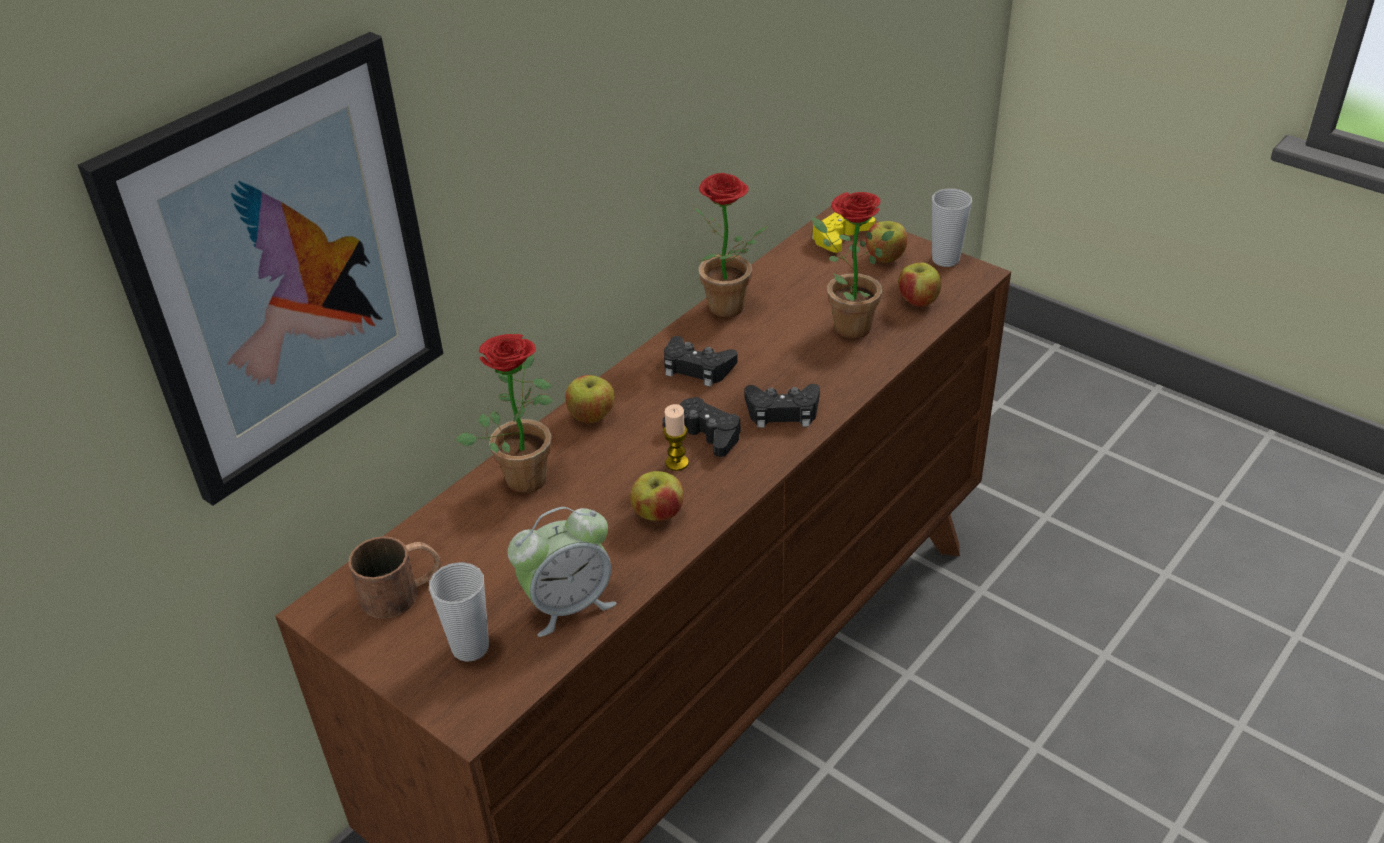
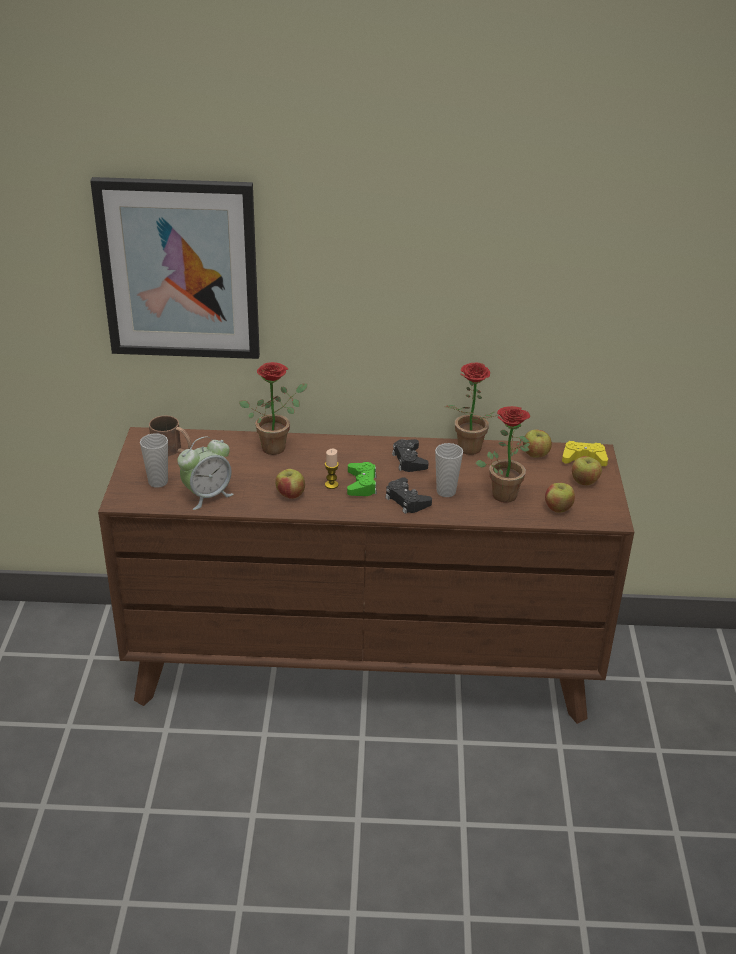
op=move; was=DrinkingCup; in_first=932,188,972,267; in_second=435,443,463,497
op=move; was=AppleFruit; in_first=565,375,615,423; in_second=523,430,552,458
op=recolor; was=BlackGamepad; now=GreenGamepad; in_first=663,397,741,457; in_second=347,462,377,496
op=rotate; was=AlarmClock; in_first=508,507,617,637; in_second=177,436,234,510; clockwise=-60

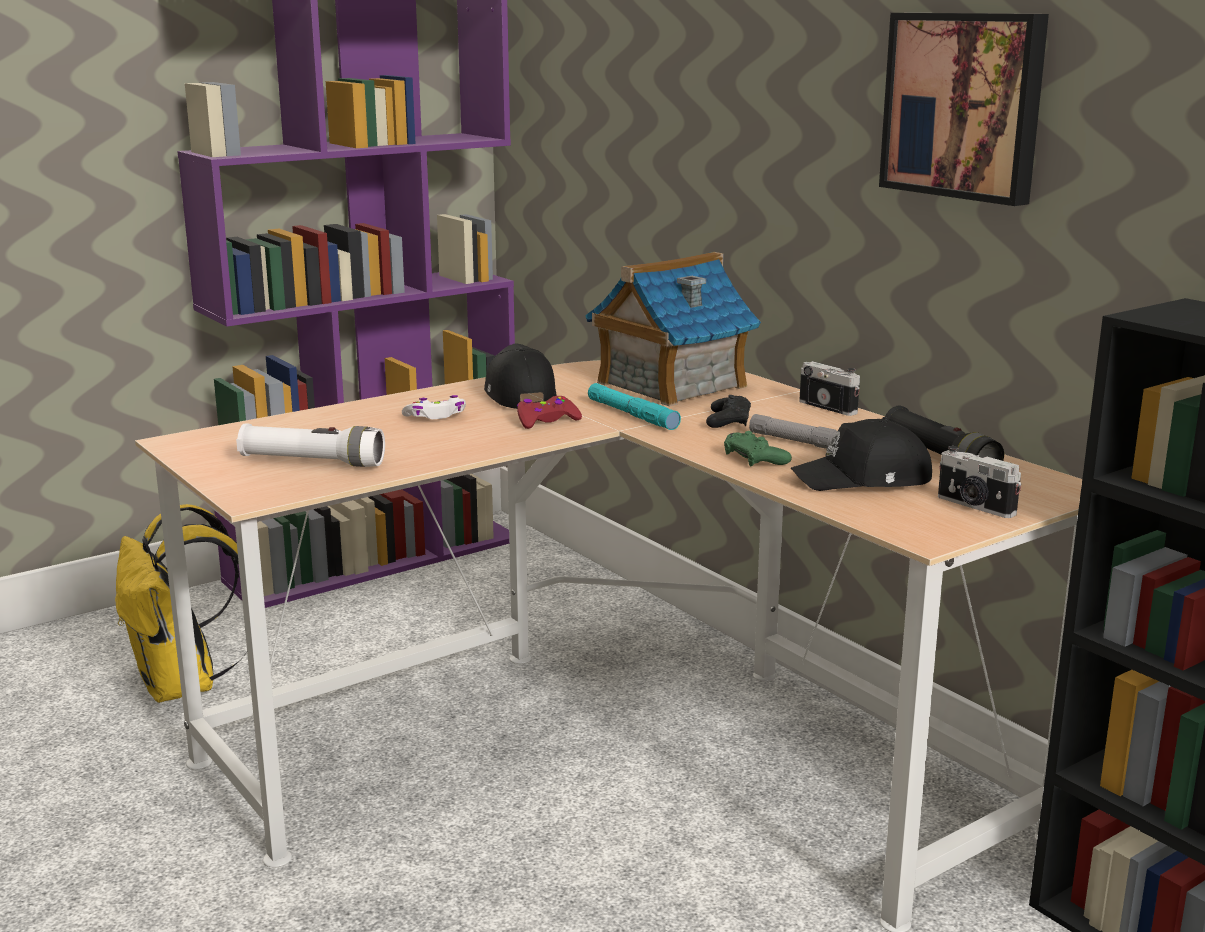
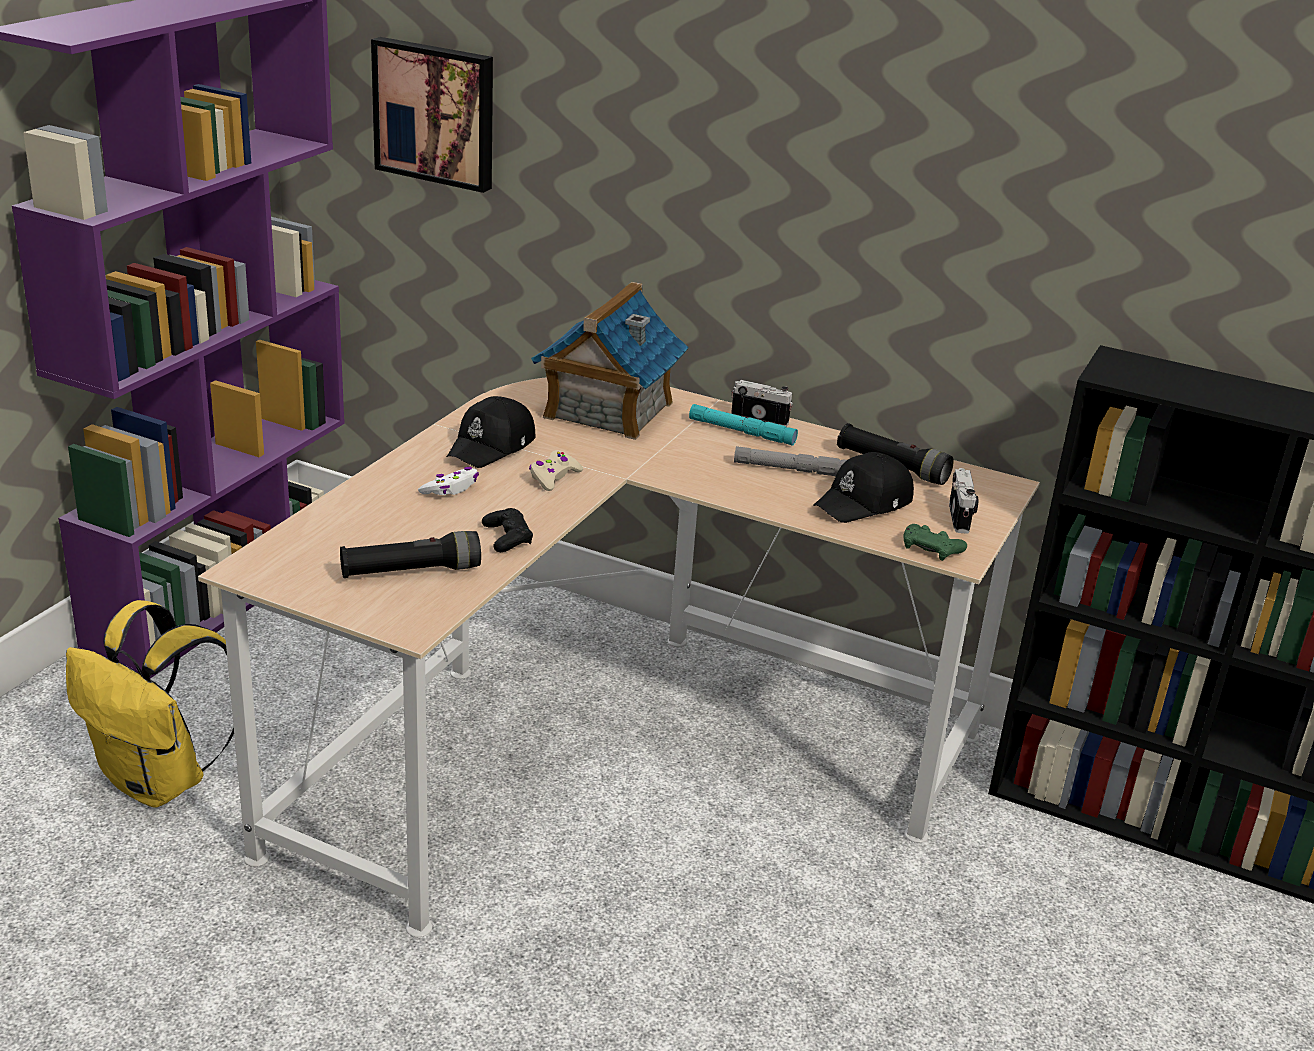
op=move; was=Picture; in_first=879,13,1049,206; in_second=371,37,493,193
op=rotate; was=BlackBaseballCap; in_first=484,343,557,409; in_second=447,396,535,468; clockwise=-105
op=move; was=TurquoiseTorch; in_first=588,383,681,430; in_second=689,404,798,446
op=move; was=BlackGamepad; in_first=706,395,751,428; in_second=482,508,533,552
op=recolor; was=ReddishGamepad; now=BeigeColouredGamepad; in_first=517,396,582,429; in_second=529,450,583,491
op=recolor; was=WhitishTorch; now=BlackTorch; in_first=236,423,385,467; in_second=340,531,481,578
op=move; was=GreenGamepad; in_first=724,431,792,466; in_second=903,524,967,561
op=rotate; was=StillCamera; in_first=938,446,1021,518; in_second=949,468,978,534; clockwise=-105

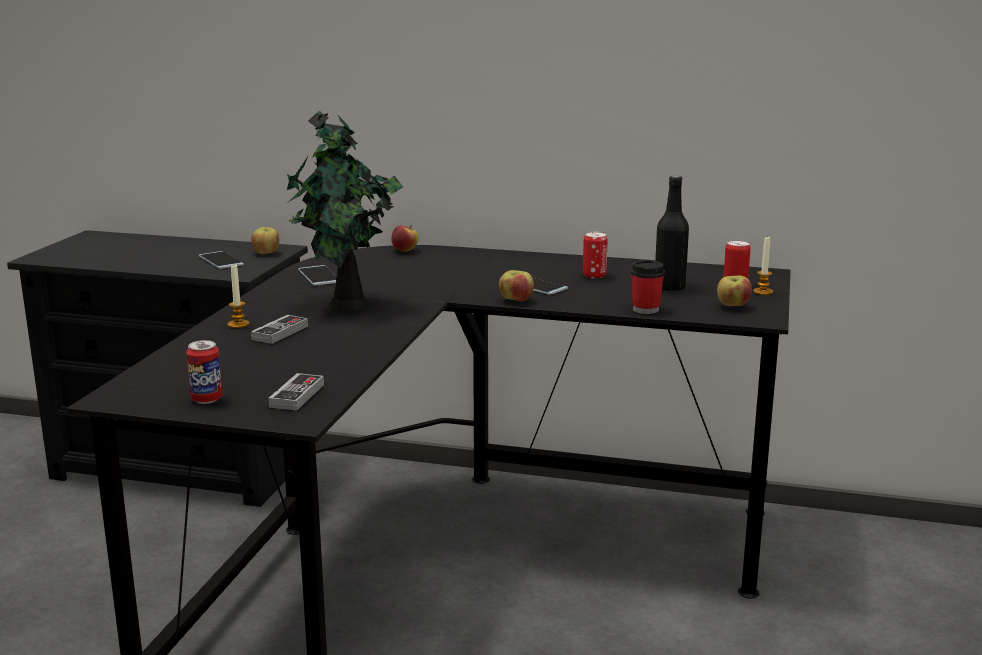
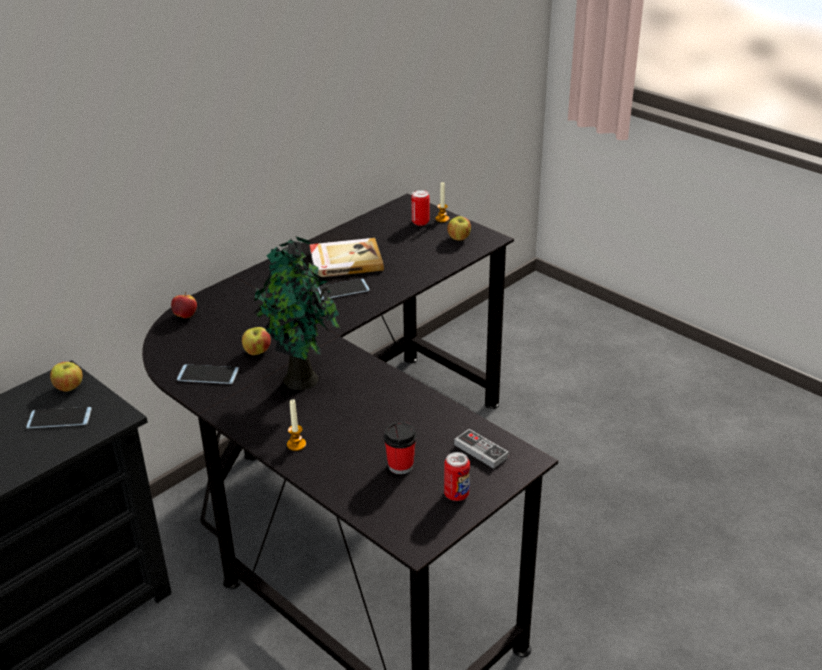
op=delete; was=BlackBottle; in_first=655,175,689,291
op=replace; was=Can; now=Book; in_first=583,232,608,279; in_second=309,238,384,277
op=move; was=DrinkingCup; in_first=631,260,665,314; in_second=384,422,417,474
op=move; was=AppleFruit; in_first=499,270,534,302; in_second=242,327,271,355
op=delete; was=Gamepad; in_first=251,315,308,344

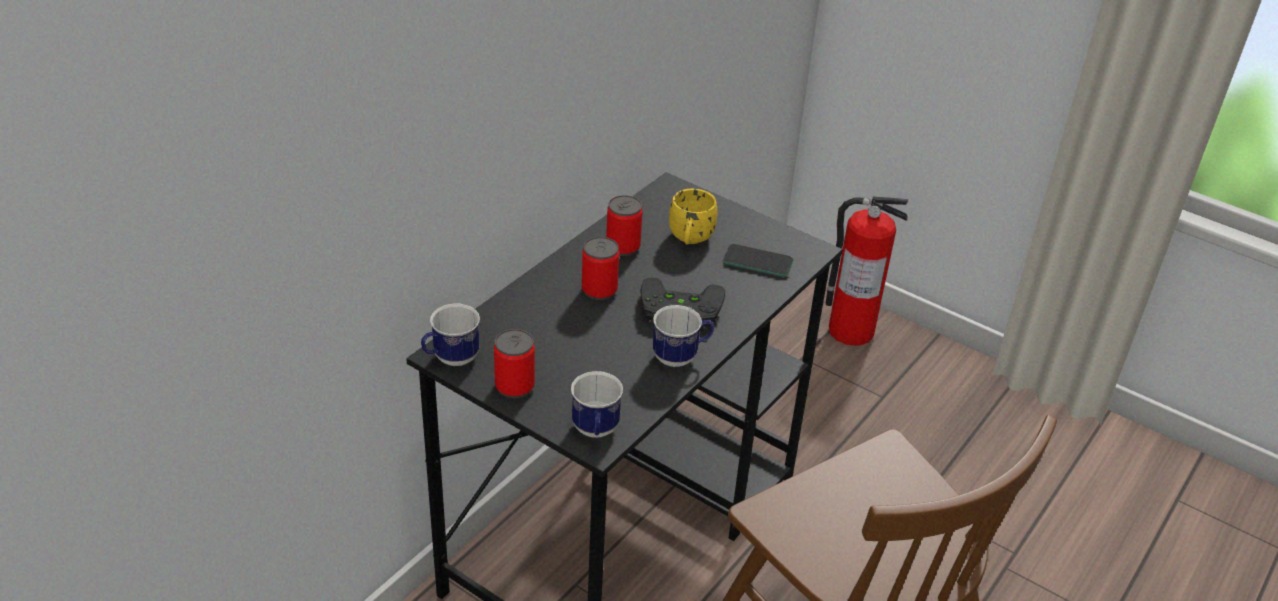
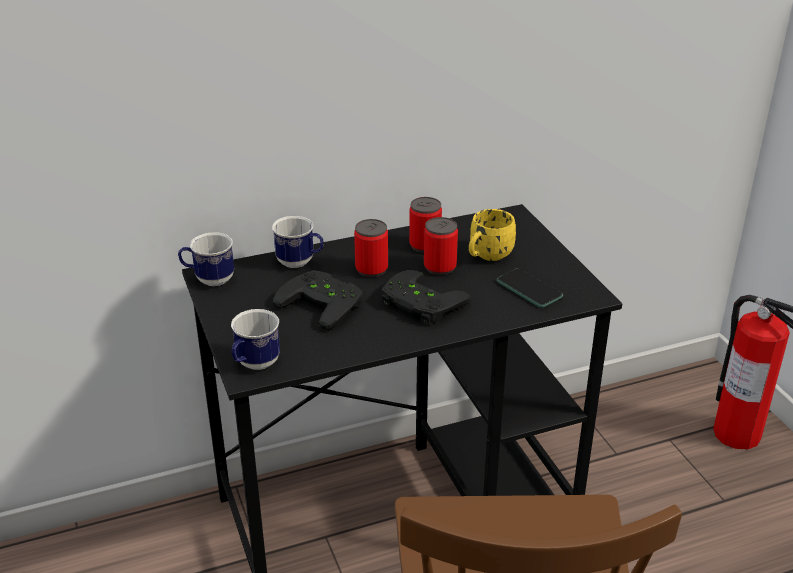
op=move; was=Mug; in_first=653,305,714,367; in_second=272,216,323,268
op=move; was=Can; in_first=494,329,535,398; in_second=424,217,458,275
op=insert; now=BlackGamepad; in_second=273,270,363,331

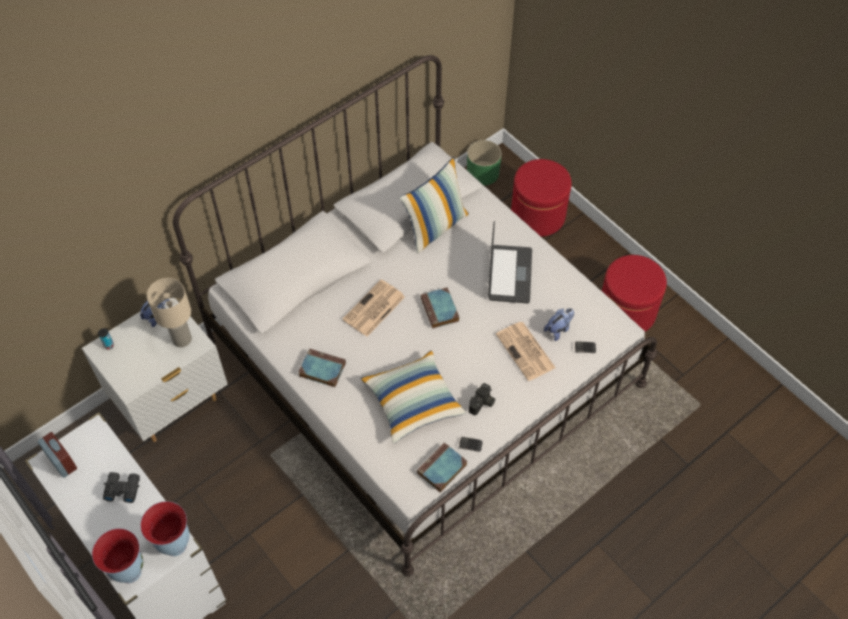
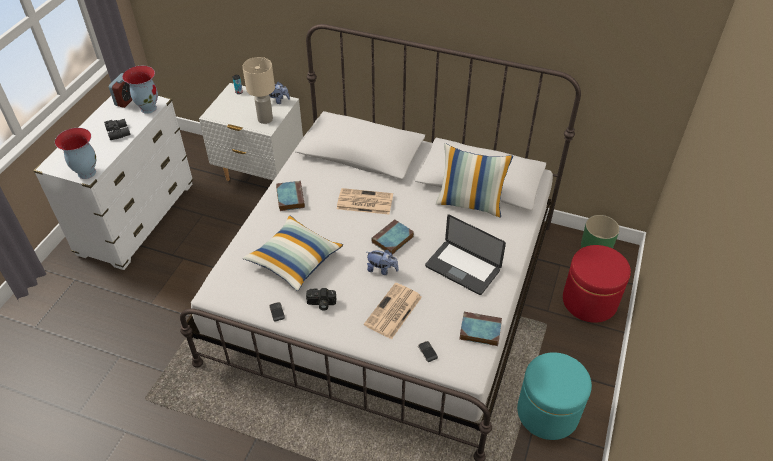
op=rotate; was=Laptop; in_first=488,221,532,303; in_second=425,215,506,295; clockwise=60
op=recolor; was=ReddishOttoman; now=TurquoiseOttoman; in_first=602,255,667,332; in_second=517,352,592,440
op=move; was=CuddlyToy; in_first=544,308,574,341; in_second=367,250,399,275
op=move; was=Book; in_first=417,442,467,492; in_second=459,312,502,346
op=move; was=DecorativeVase; in_first=92,528,143,583; in_second=122,66,158,114

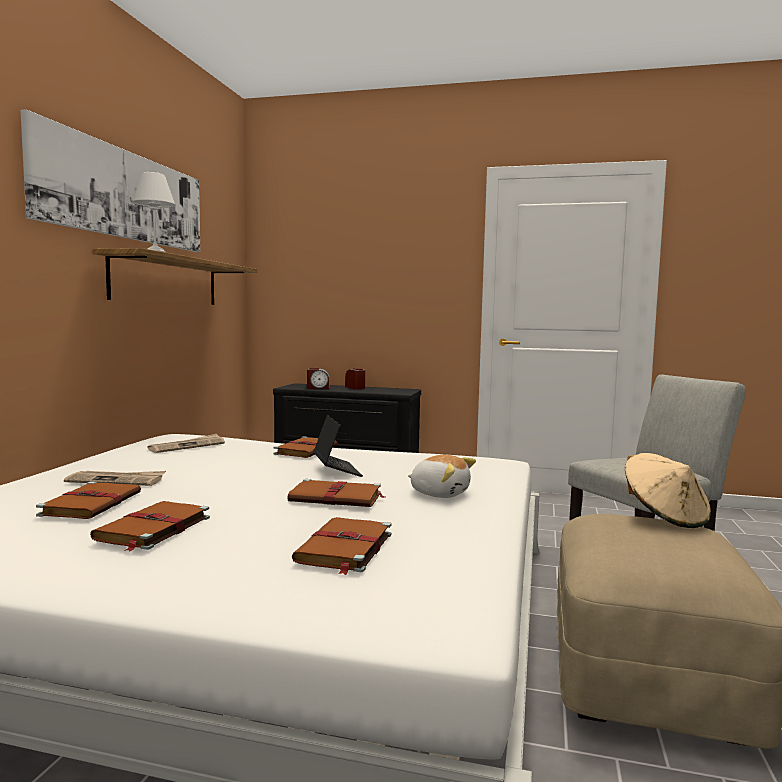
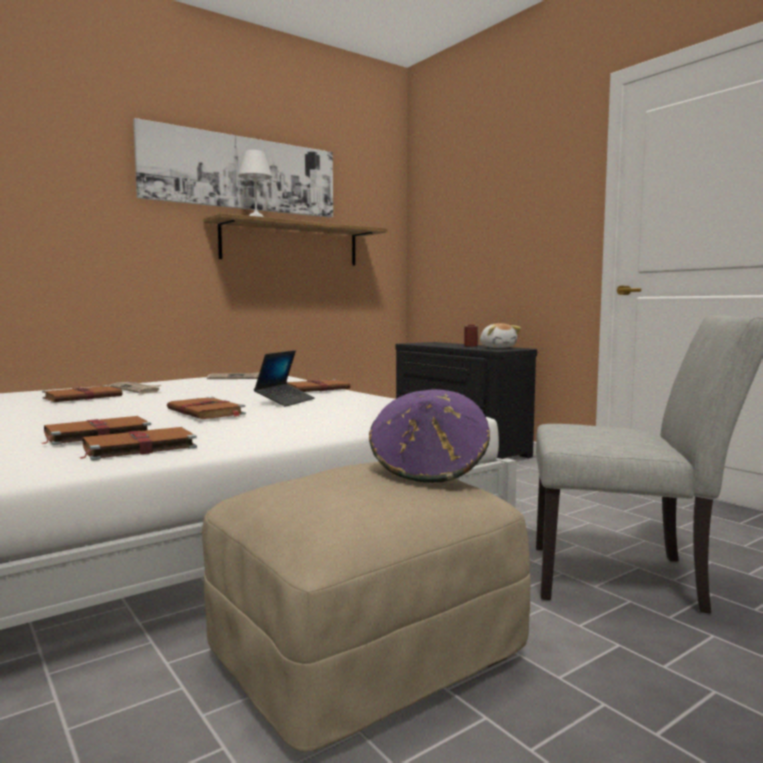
op=delete; was=AlarmClock; in_first=307,368,330,389
op=recolor; was=BeigeColouredHat; now=PurpleHat; in_first=625,453,711,528; in_second=369,389,490,483
op=move; was=CuddlyToy; in_first=408,455,476,498; in_second=480,323,521,348
op=move; was=BrownBook; in_first=90,501,210,552; in_second=78,427,197,460

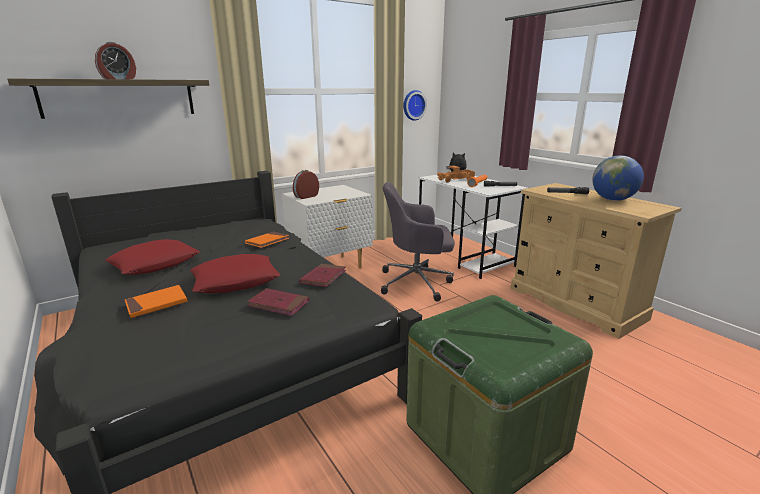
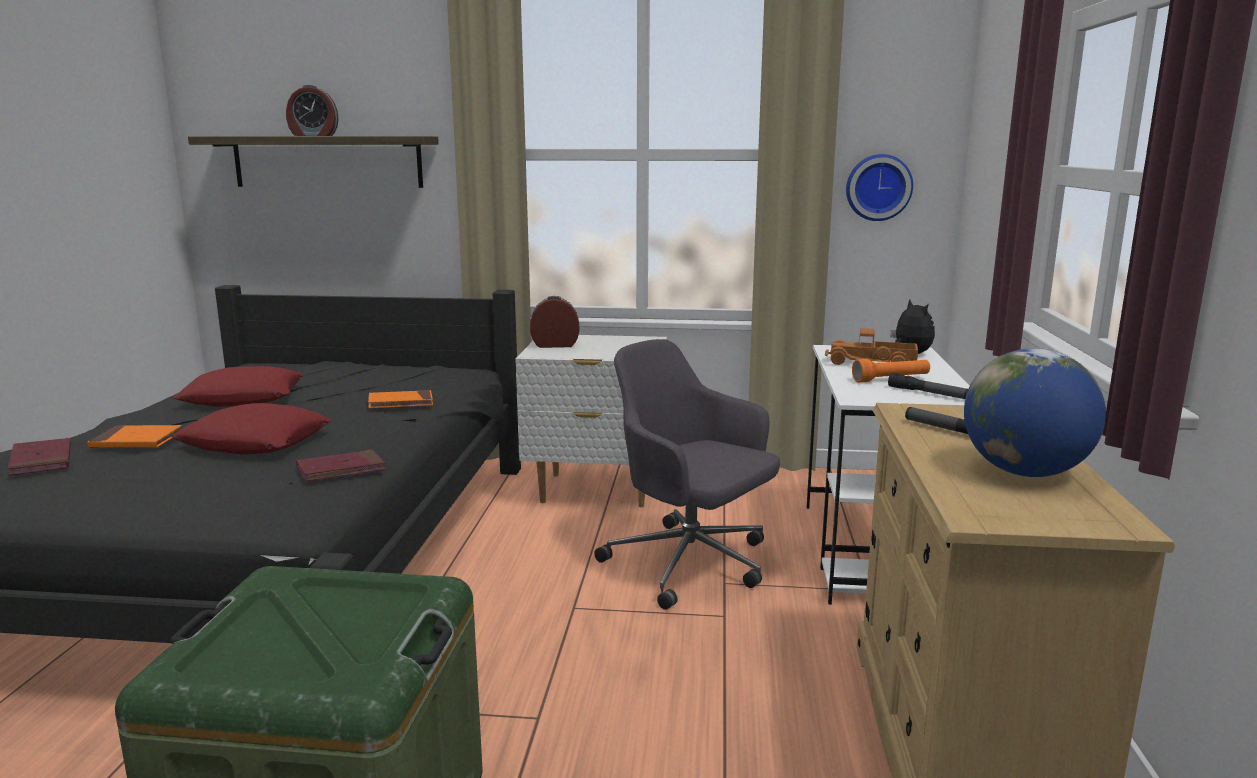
op=move; was=ReddishBook; in_first=247,288,309,316; in_second=7,438,71,476

